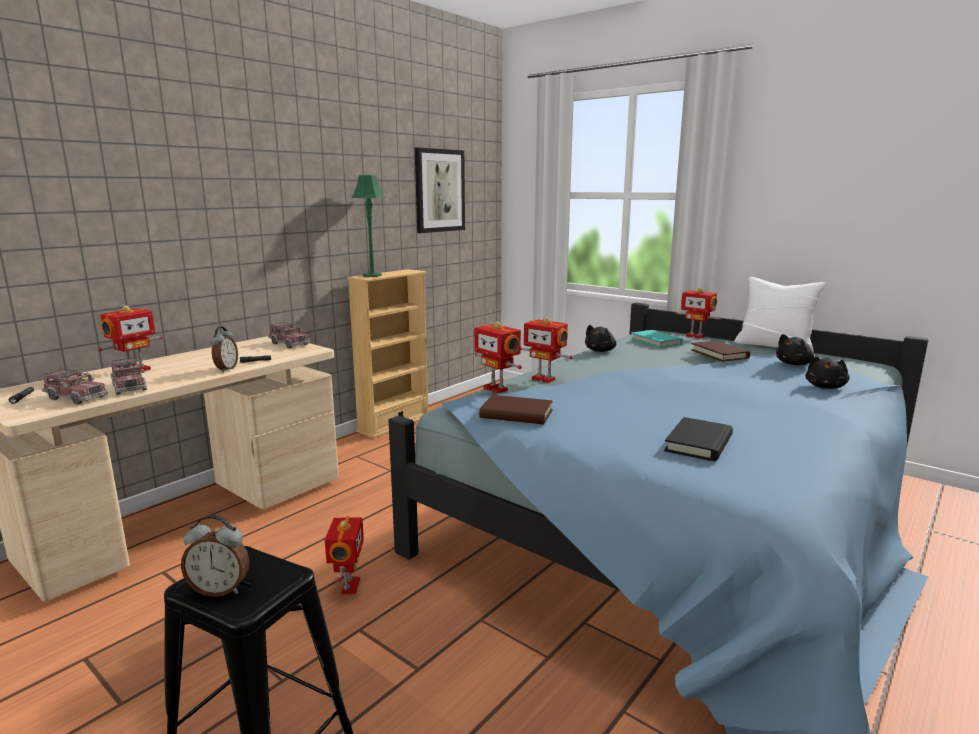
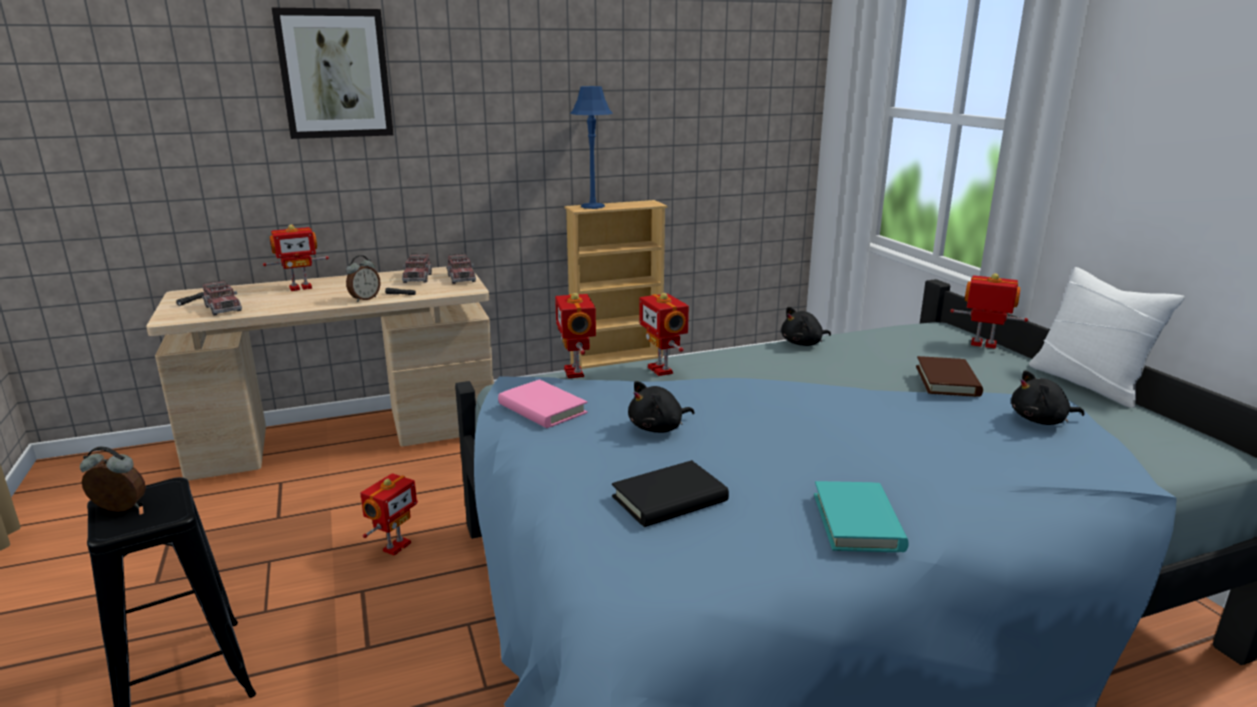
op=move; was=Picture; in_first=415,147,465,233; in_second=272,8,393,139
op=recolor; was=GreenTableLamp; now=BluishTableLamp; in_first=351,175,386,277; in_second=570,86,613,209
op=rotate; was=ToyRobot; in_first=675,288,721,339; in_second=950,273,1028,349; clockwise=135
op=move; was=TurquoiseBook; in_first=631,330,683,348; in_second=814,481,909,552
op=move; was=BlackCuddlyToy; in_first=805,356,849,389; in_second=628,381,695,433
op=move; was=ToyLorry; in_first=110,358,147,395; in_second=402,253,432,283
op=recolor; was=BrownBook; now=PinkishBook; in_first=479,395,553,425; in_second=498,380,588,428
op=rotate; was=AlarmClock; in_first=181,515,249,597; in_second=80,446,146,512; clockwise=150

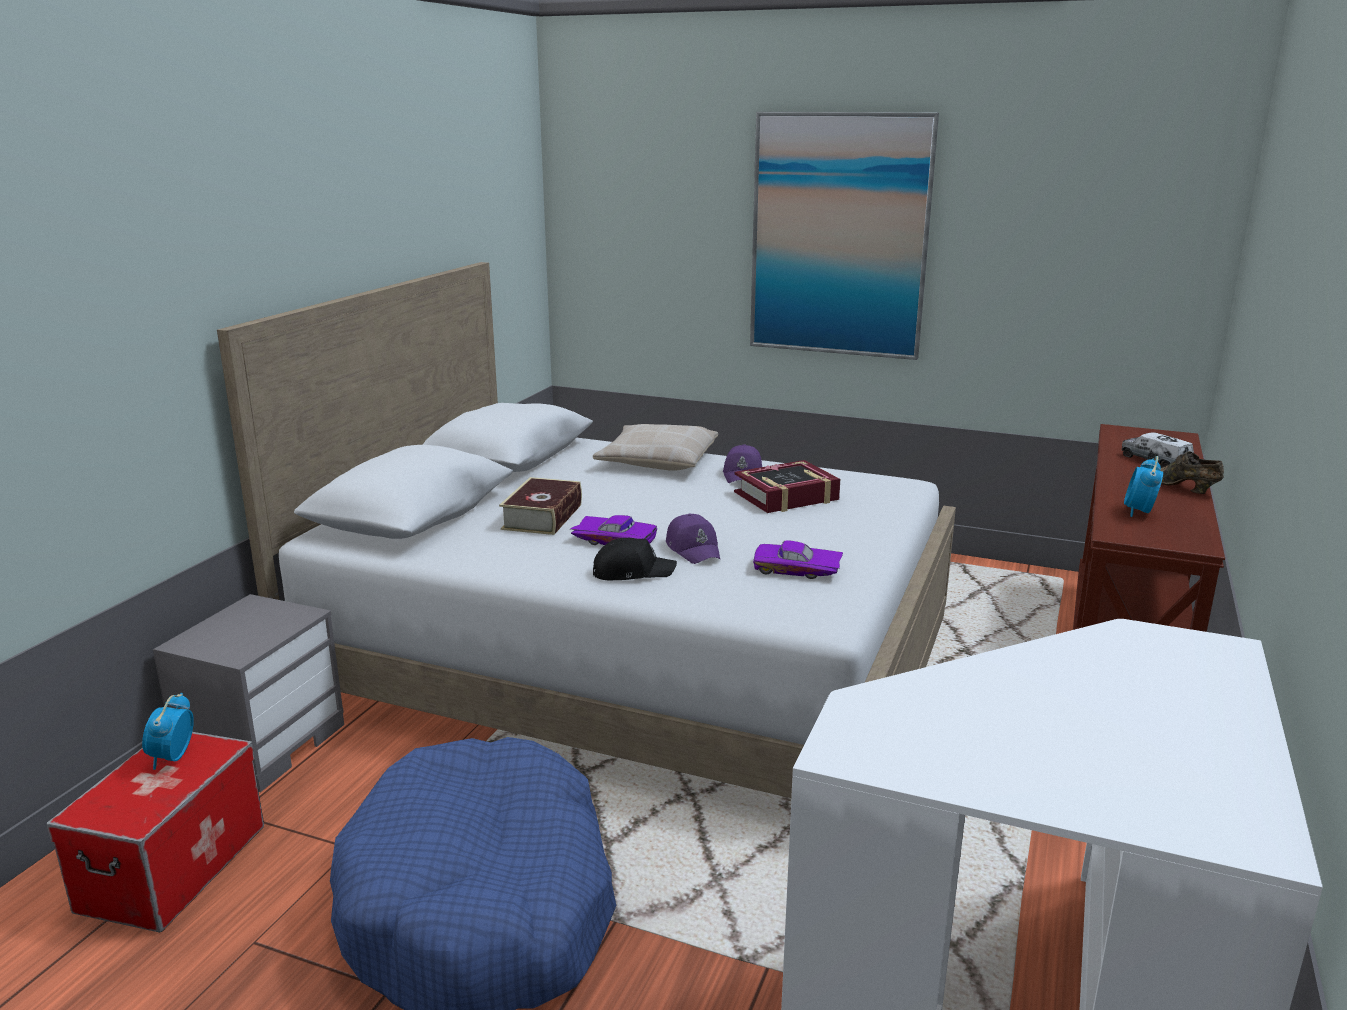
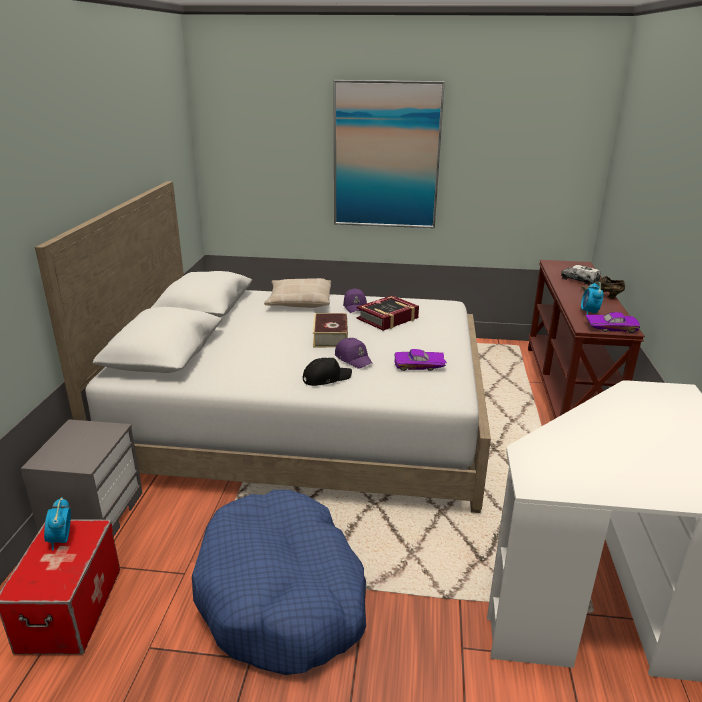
op=move; was=Book; in_first=499,477,582,535; in_second=313,313,348,347
op=move; was=PurpleModelCar; in_first=570,515,657,545; in_second=586,312,640,333

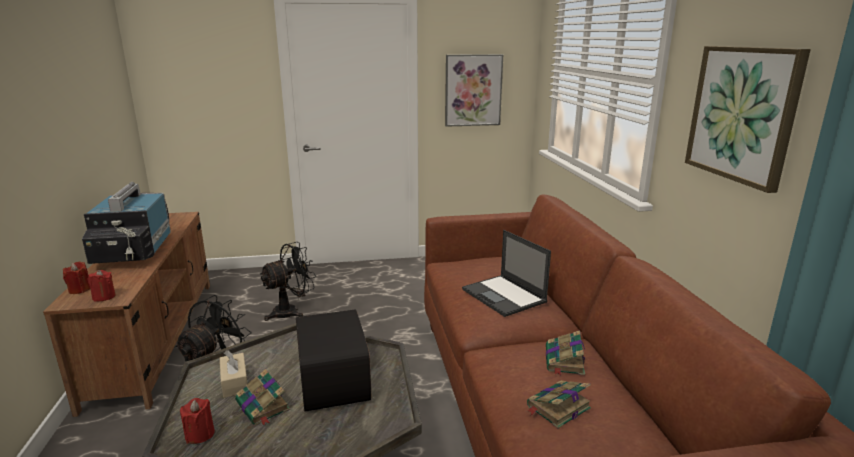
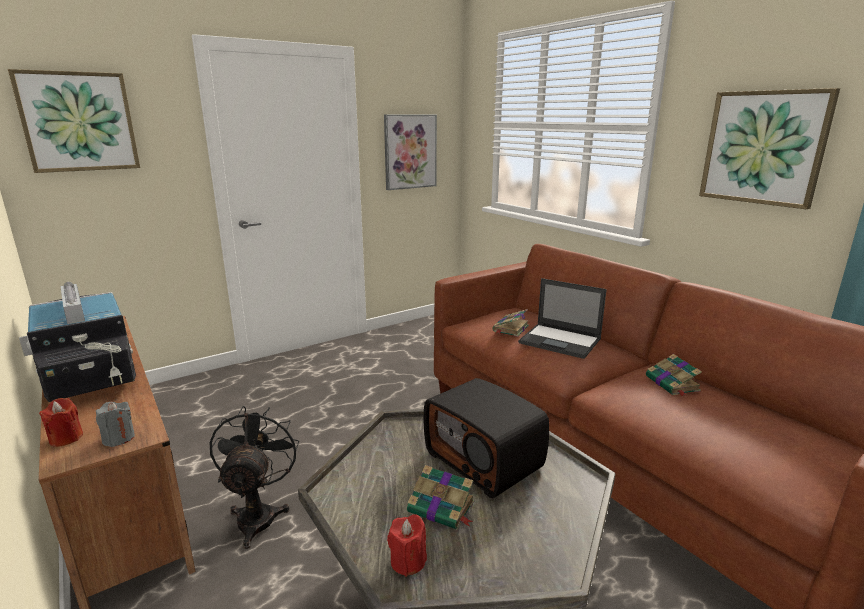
op=delete; was=BlackCoolingFan; in_first=260,242,316,321
op=recolor; was=ReddishWaxLight; now=GreyWaxLight; in_first=87,270,116,302; in_second=96,401,135,447
op=delete; was=BeigeColouredTissueHolder; in_first=220,350,248,398
op=move; was=Book; in_first=526,381,591,429; in_second=493,309,529,337
op=insert; now=Picture; in_second=8,69,140,173

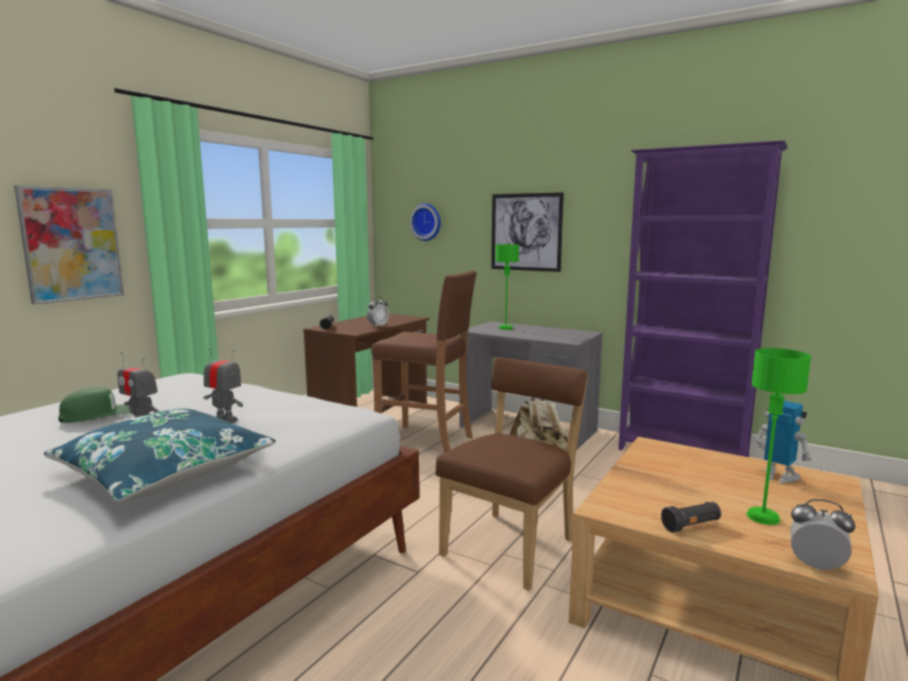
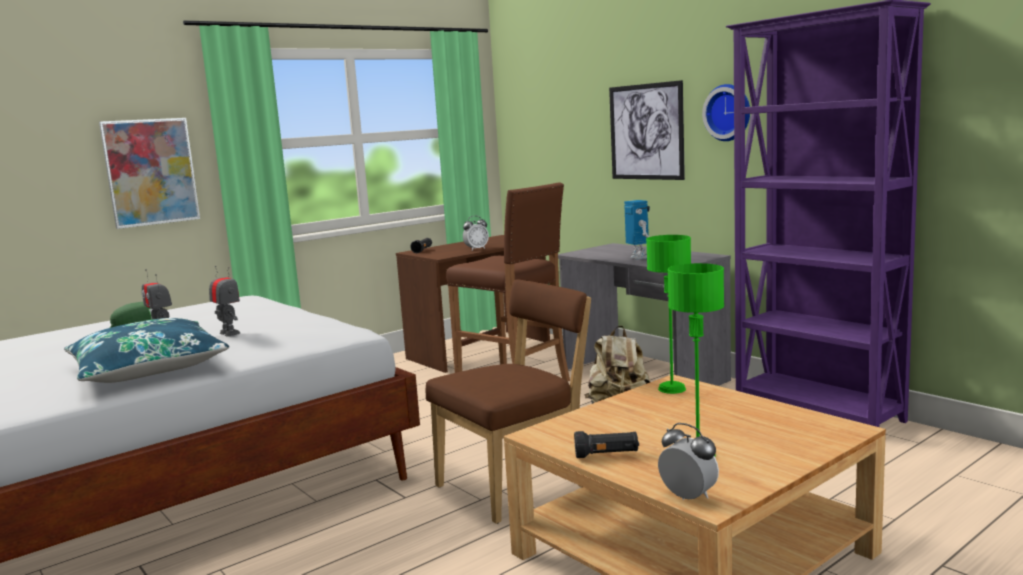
op=move; was=WallClock; in_first=410,203,441,241; in_second=702,84,750,141
op=move; was=GreenTableLamp; in_first=495,244,519,330; in_second=646,235,691,394
op=move; was=ToyRobot; in_first=755,401,812,483; in_second=624,200,651,259

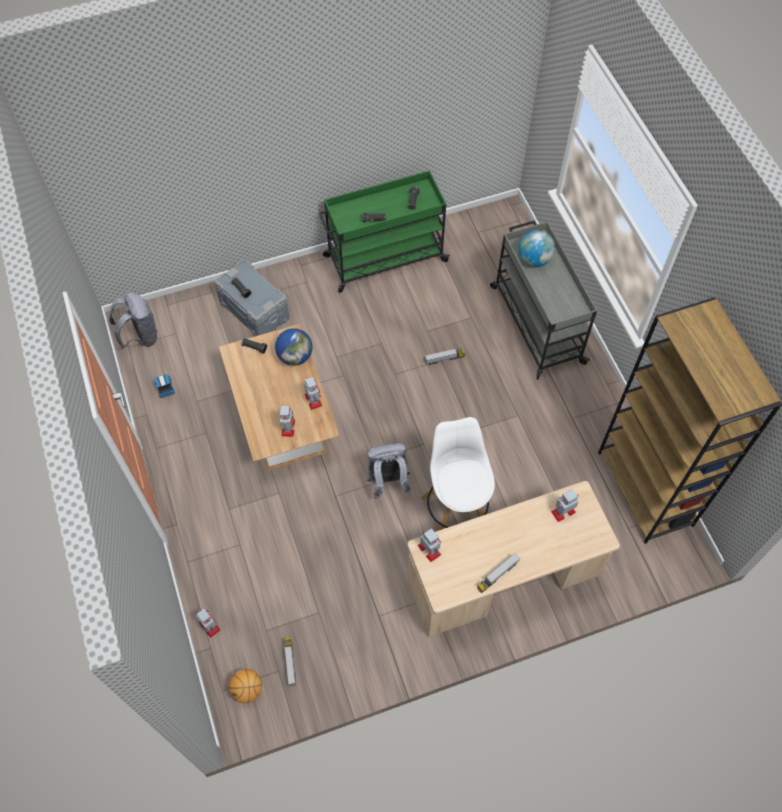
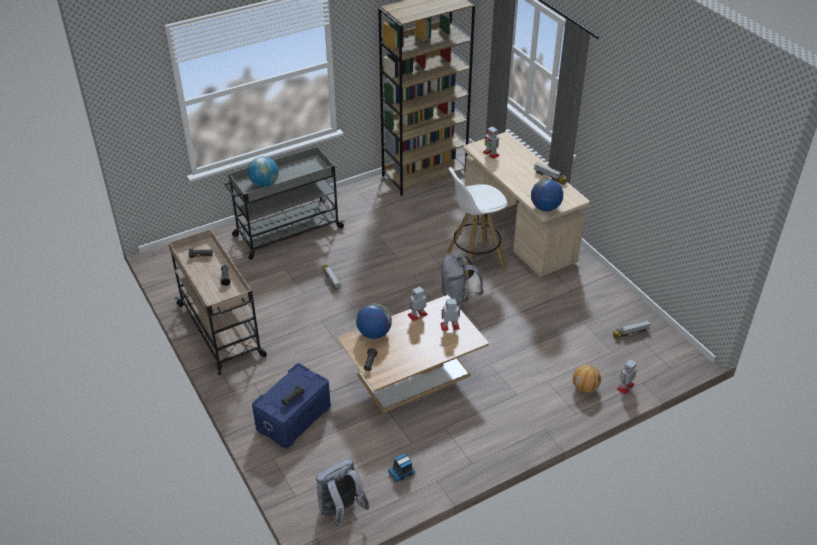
op=recolor; was=GreenWheeledCart; now=BeigeColouredWheeledCart; in_first=319,170,450,293; in_second=169,229,267,375
op=recolor; was=GreyStorageContainer; now=BluishStorageContainer; in_first=215,259,290,336; in_second=252,363,331,448
op=replace; was=ToyRobot; now=DeskGlobe; in_first=418,528,441,562; in_second=531,179,563,211
op=move; was=BasketballBall; in_first=228,669,262,703; in_second=573,365,601,393

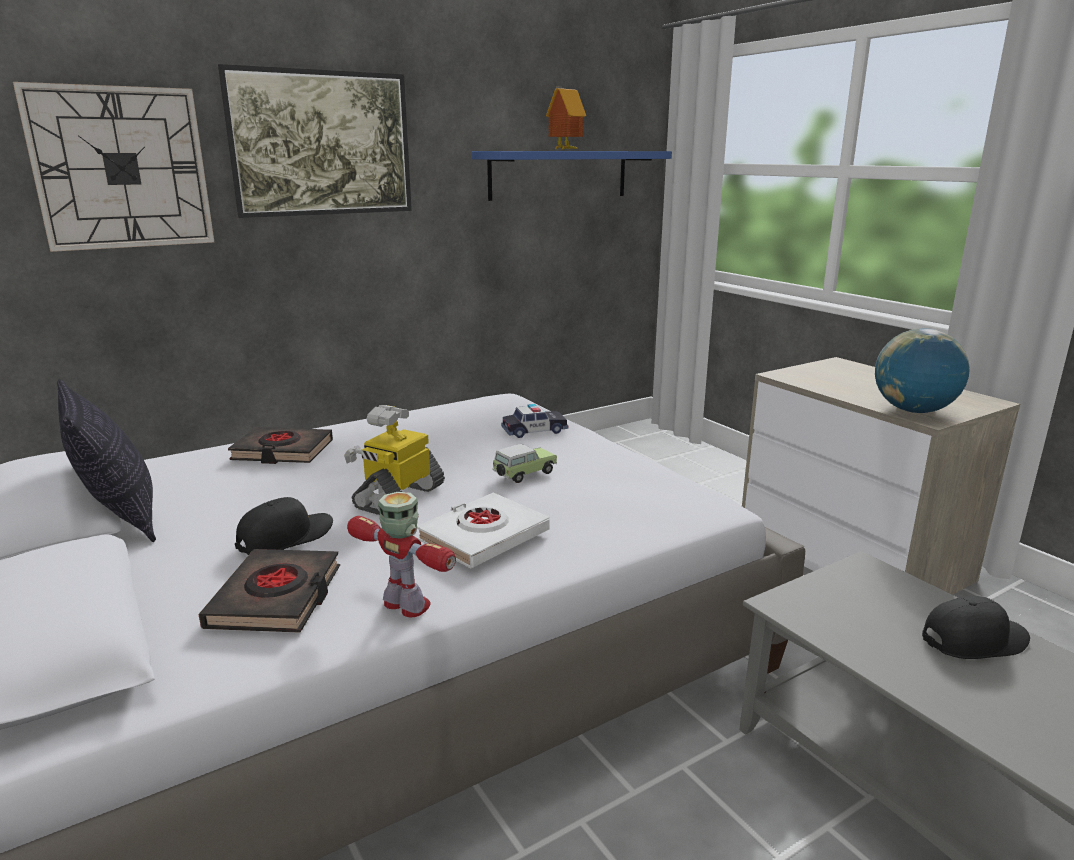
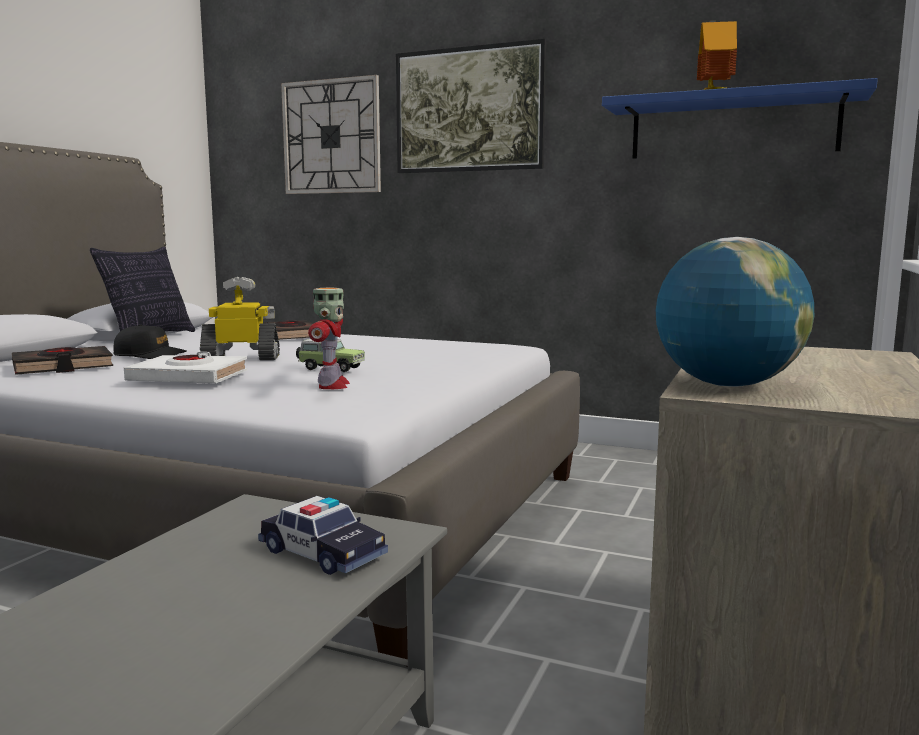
op=move; was=ModelCar; in_first=501,404,568,438; in_second=258,496,388,575
op=move; was=ToyRobot; in_first=347,492,456,617; in_second=308,288,350,389
op=delete; was=BlackBaseballCap; in_first=922,596,1030,659

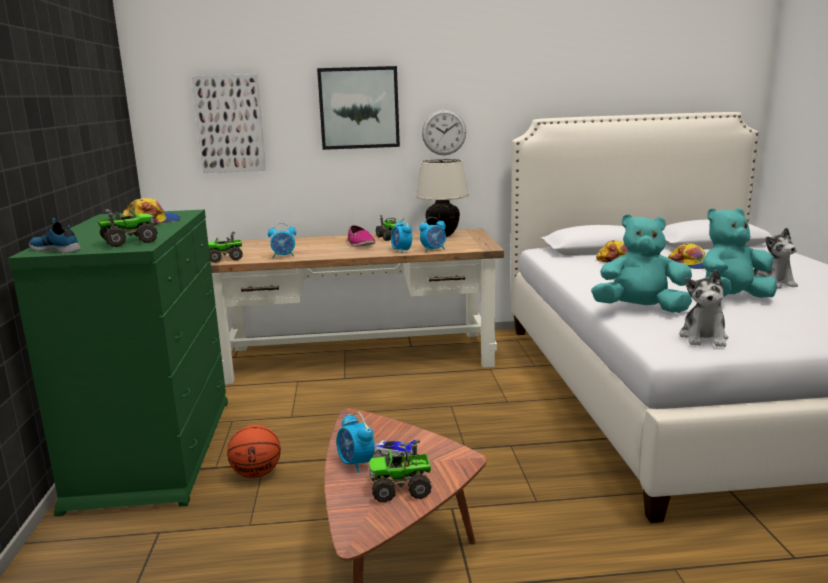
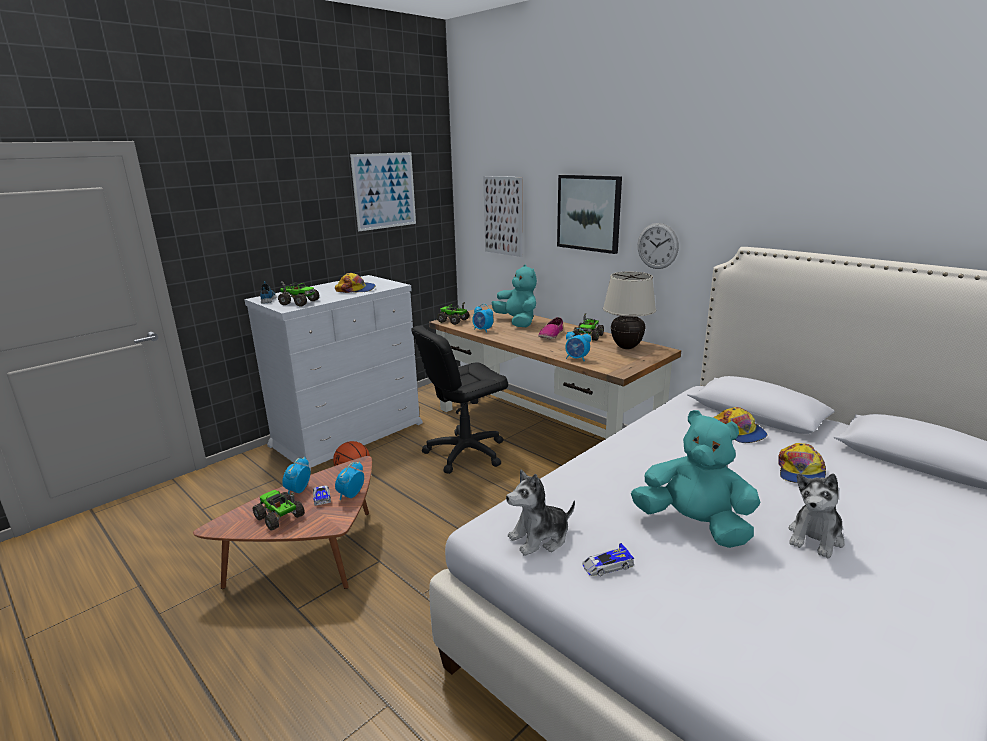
op=recolor; was=GreenChestOfDrawers; now=WhitishChestOfDrawers; in_first=7,210,228,516; in_second=244,275,423,471
op=move; was=TurquoiseCuddlyToy; in_first=591,214,692,313; in_second=491,264,537,327
op=move; was=AlarmClock; in_first=391,218,412,253; in_second=335,462,364,500
op=insert; now=Picture; in_second=350,152,416,231
op=insert; now=BlackDeskChair; in_second=411,325,508,474
op=insert; now=ModelCar; in_second=582,543,634,576

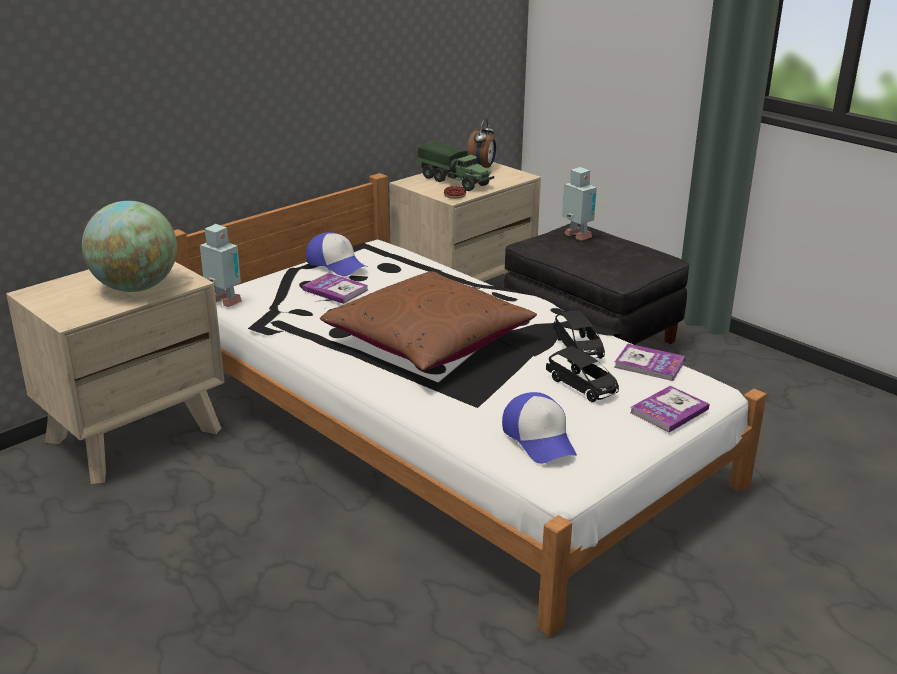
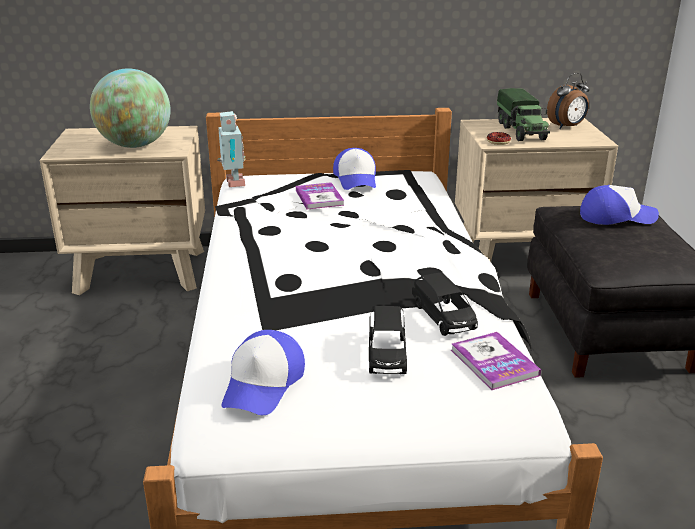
op=replace; was=ToyRobot; now=BaseballCap; in_first=562,167,597,240; in_second=580,185,659,225
op=delete; was=BrownPillow; in_first=320,271,537,371
op=rotate; was=BlackModelCar; in_first=553,310,605,359; in_second=412,272,478,336; clockwise=-45
op=delete; was=Book; in_first=630,386,710,432

